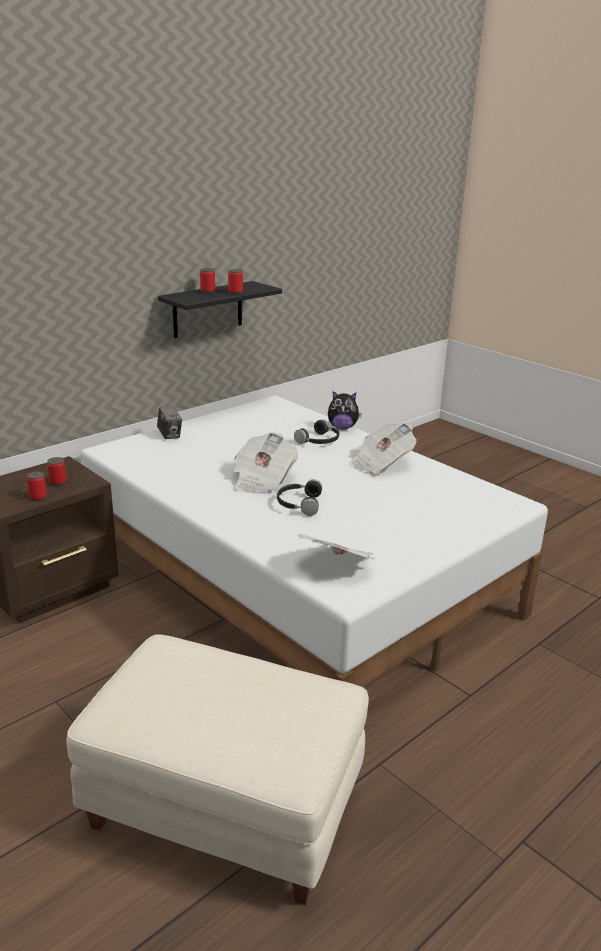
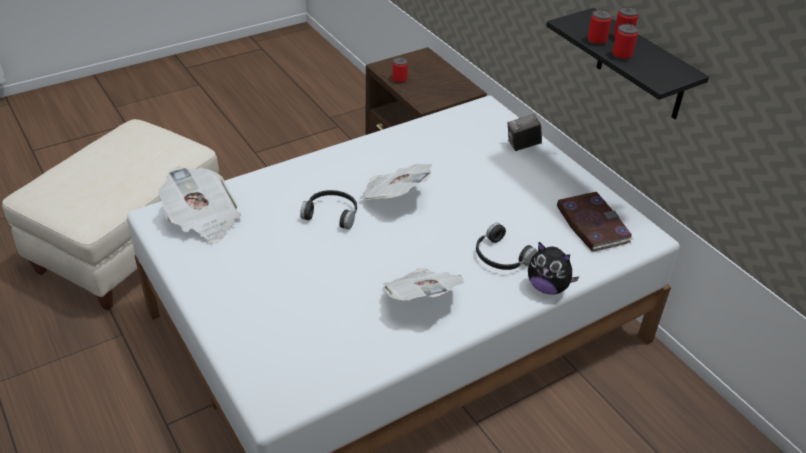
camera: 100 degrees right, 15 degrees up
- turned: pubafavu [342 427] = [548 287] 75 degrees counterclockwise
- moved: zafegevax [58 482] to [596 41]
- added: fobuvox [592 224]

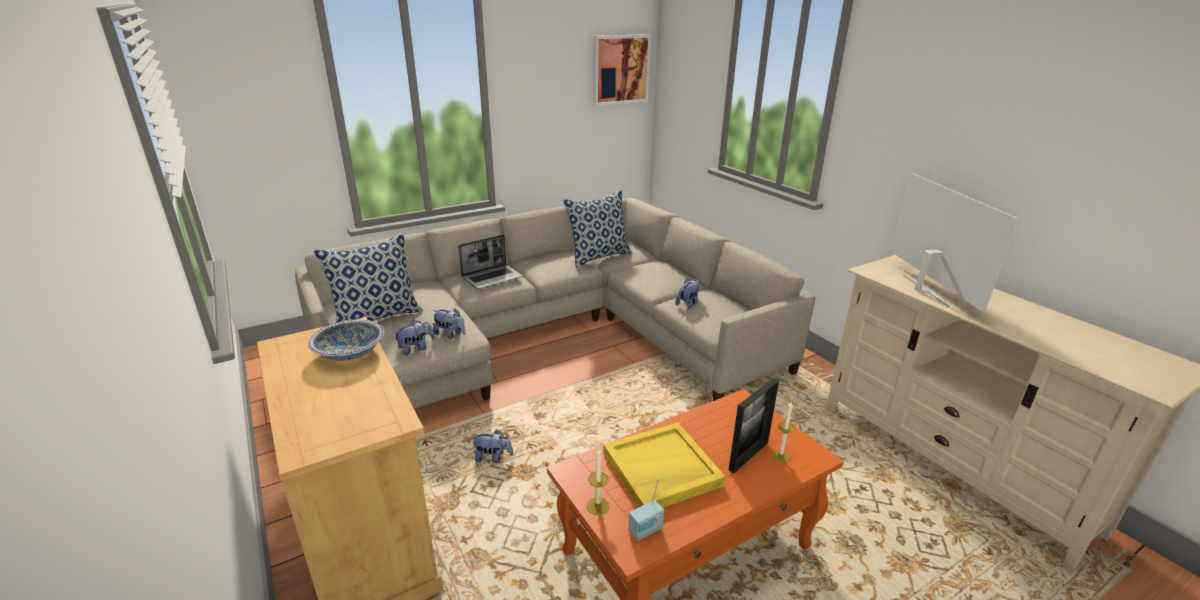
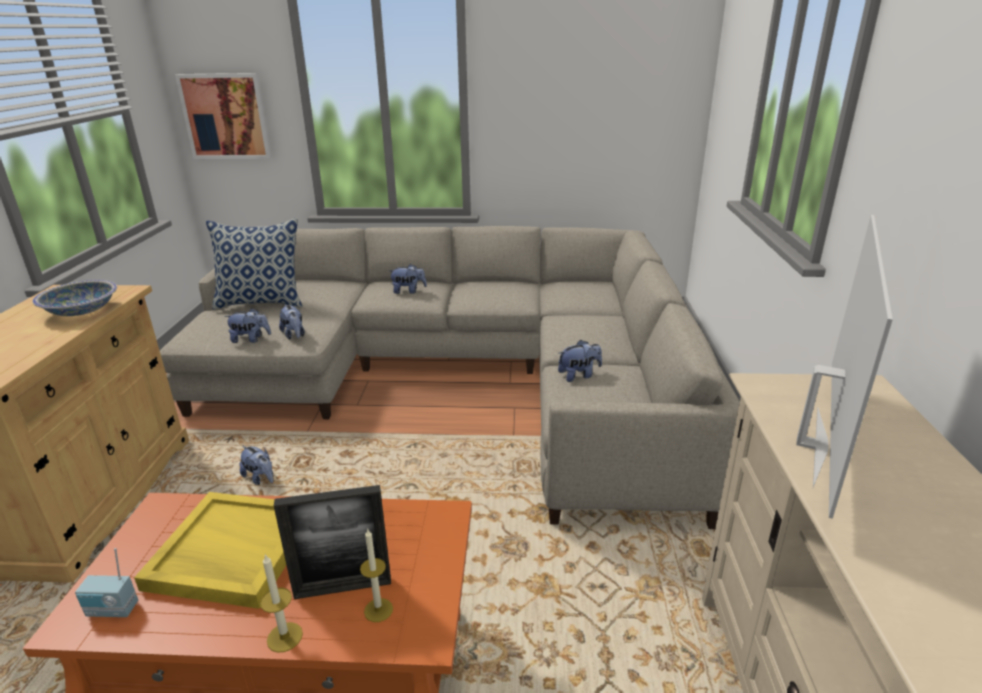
camera: 35 degrees right, 0 degrees up
- moved: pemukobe [620 69] to [226 116]
- removed: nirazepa [599 257]
- replaced: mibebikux [492 278] to pubafavu [408 291]
- moved: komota [598 506] to [284 637]

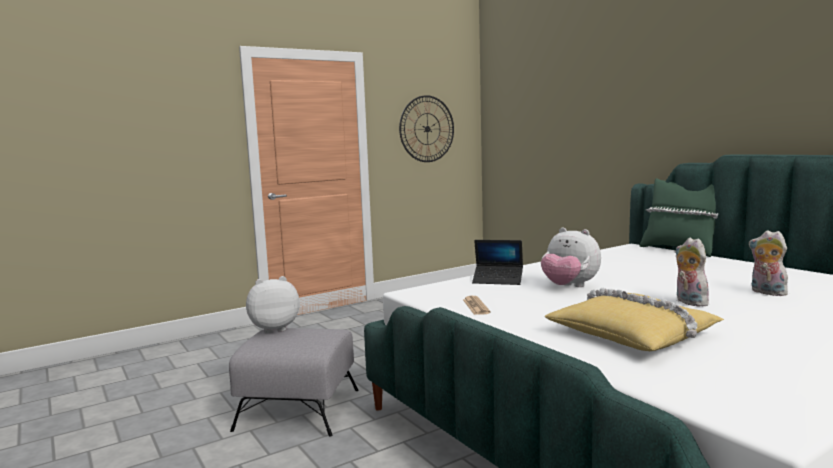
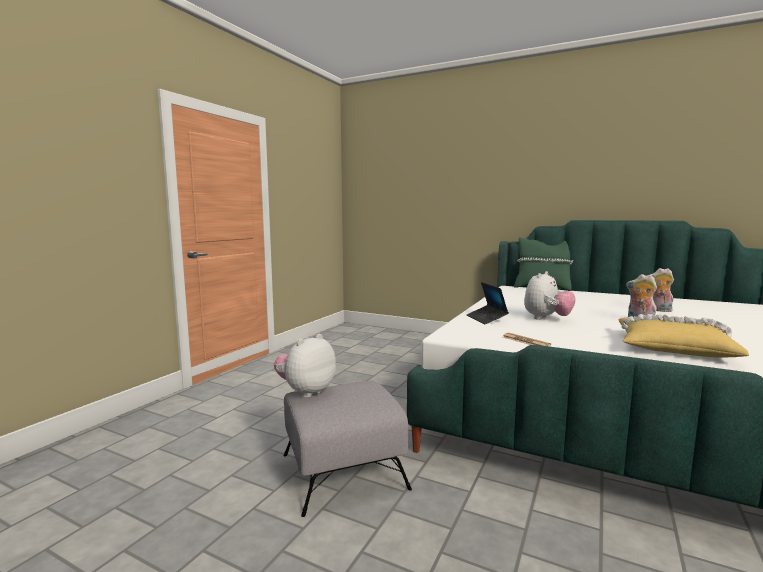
camera: 30 degrees left, 0 degrees up
- removed: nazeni [427 129]
- turned: pubafavu [569 287] = [546 318] 60 degrees counterclockwise
- turned: mibebikux [498 280] = [486 319] 90 degrees clockwise

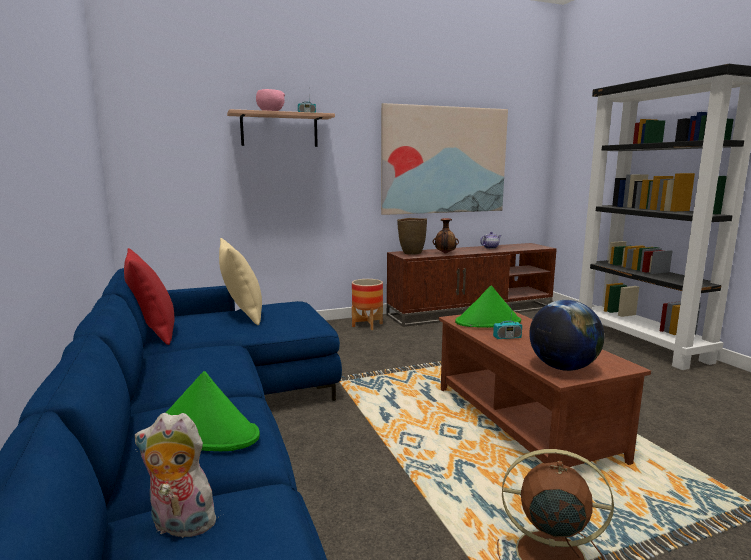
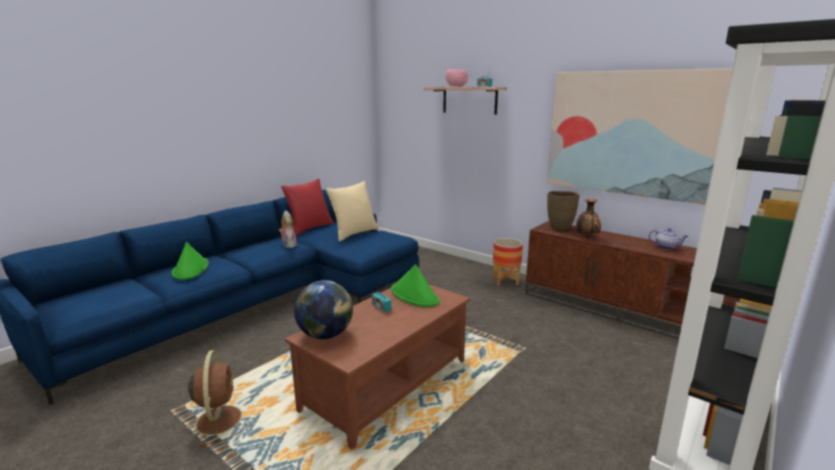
camera: 60 degrees right, 5 degrees up
- moved: pubafavu [179 526] to [288 245]

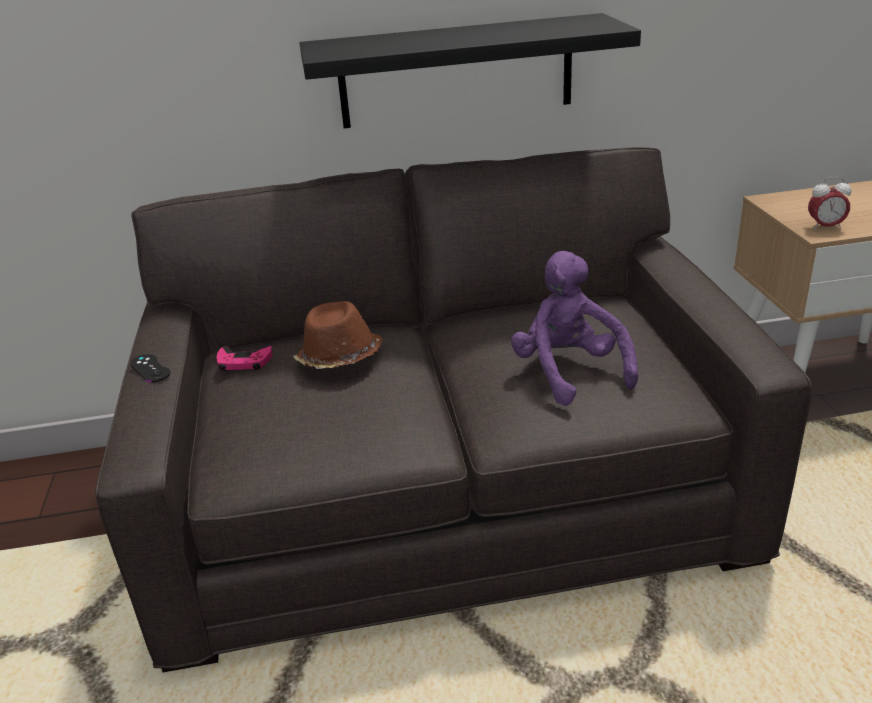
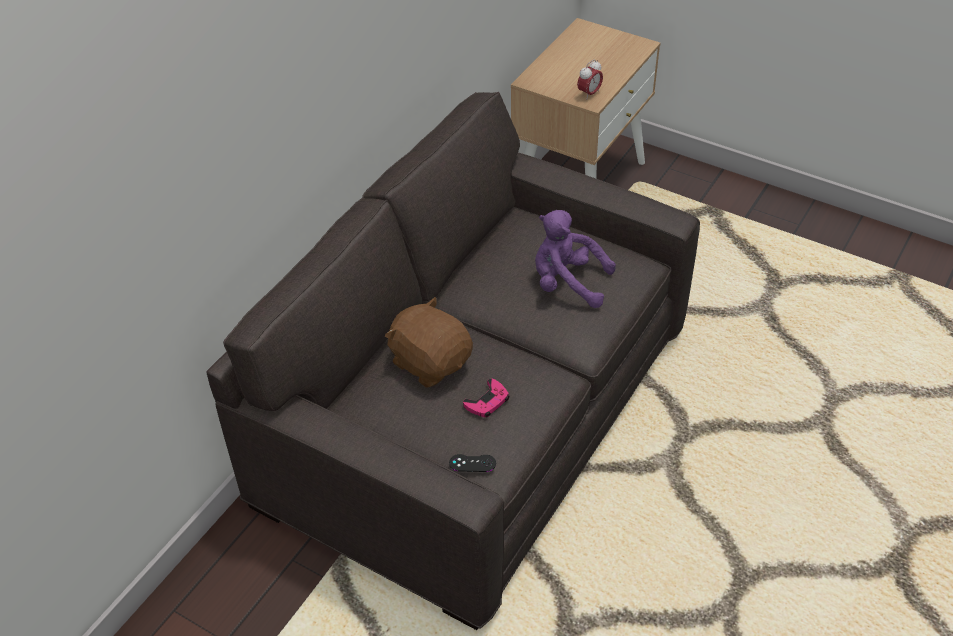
camera: 50 degrees left, 15 degrees up
- removed: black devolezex [456 72]
- replaced: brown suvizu [339 359] to brown pubafavu [430 362]
- moved: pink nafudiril [244 362] to [487 402]
- moved: black nafudiril [150 368] to [472 463]

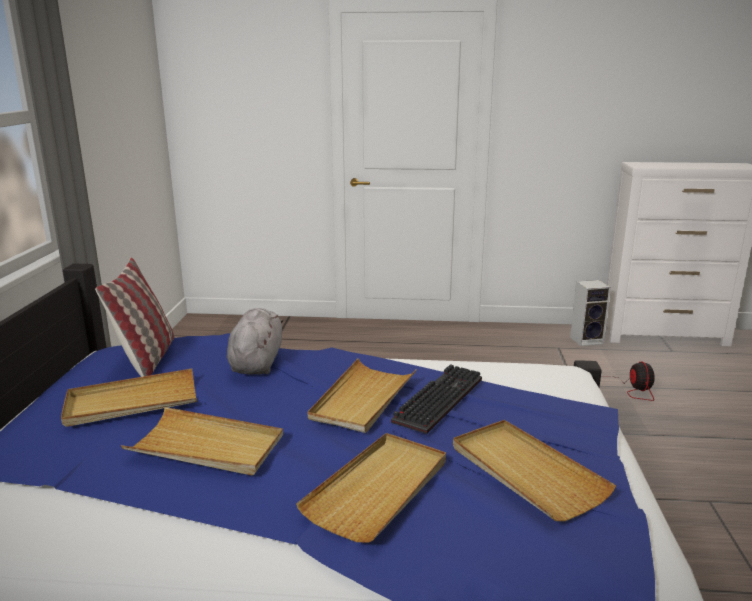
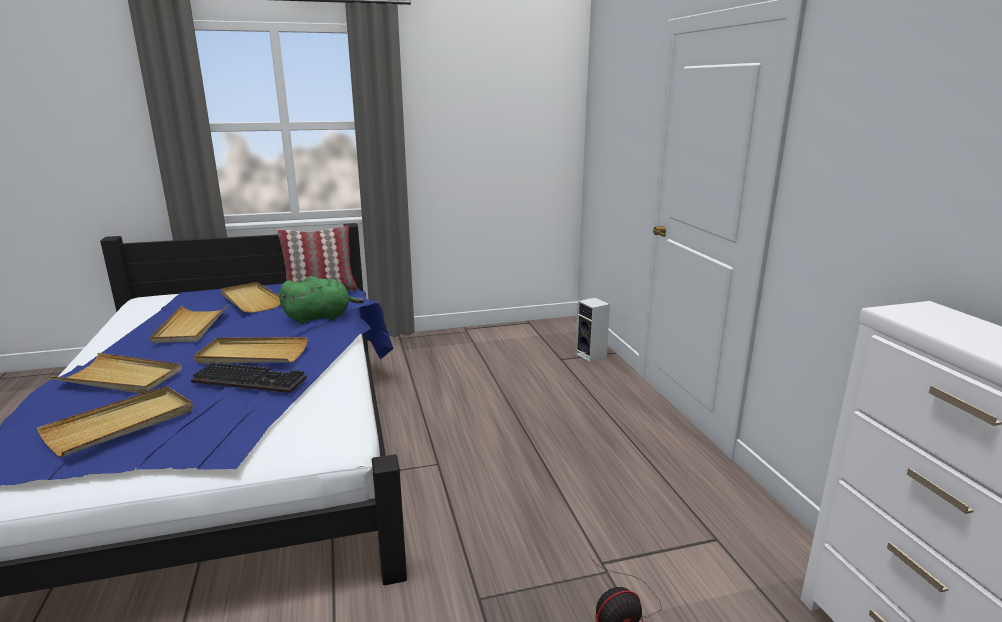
camera: 70 degrees right, 0 degrees up
- moved: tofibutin [587 340] to [592 356]
- recoloured: grey pubafavu [257 362] to green pubafavu [321 317]

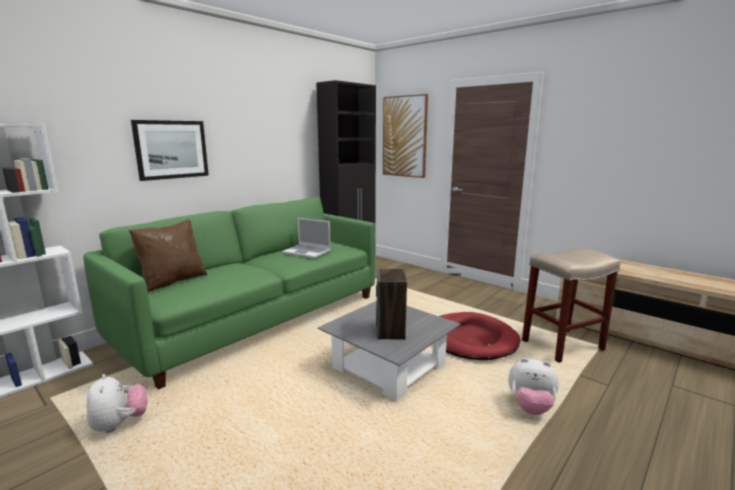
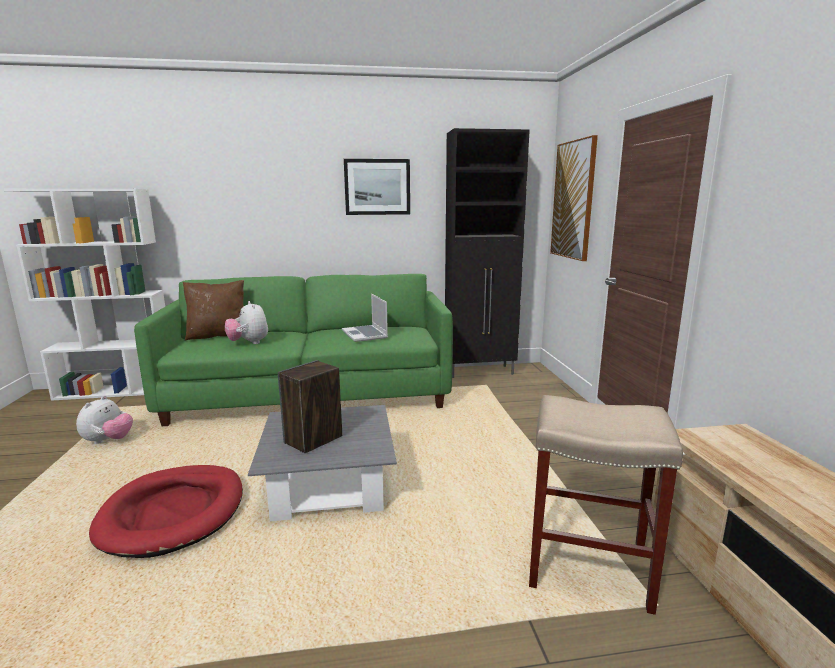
camera: 40 degrees right, 0 degrees up
- moved: pemukobe [171 149] to [377 187]
- moved: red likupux [470 339] to [174 513]
- moved: pubafavu [530 407] to [249 343]

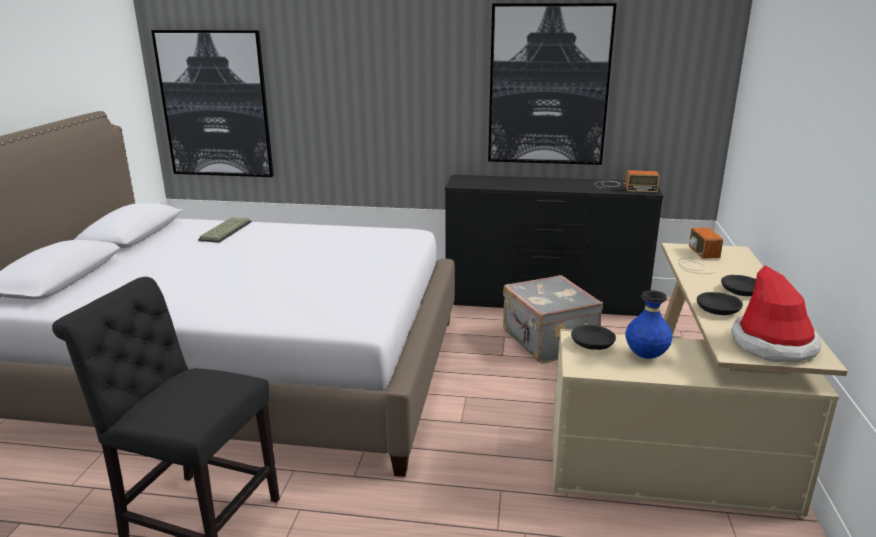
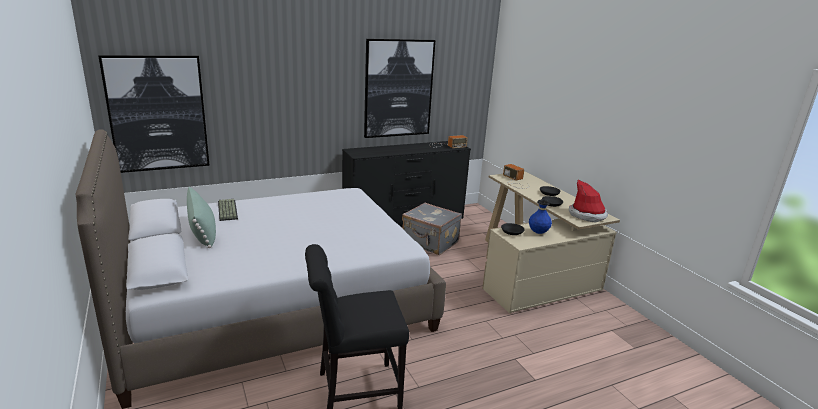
camera: 35 degrees left, 0 degrees up
- added: green nirazepa [202 231]

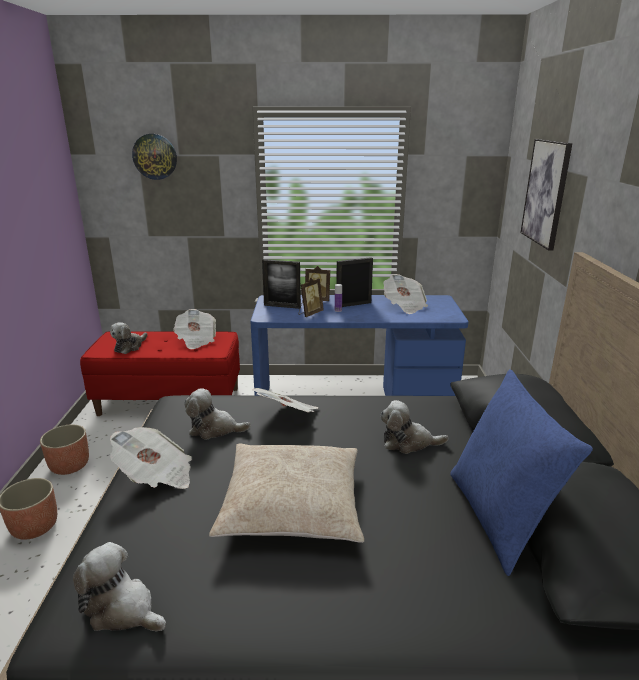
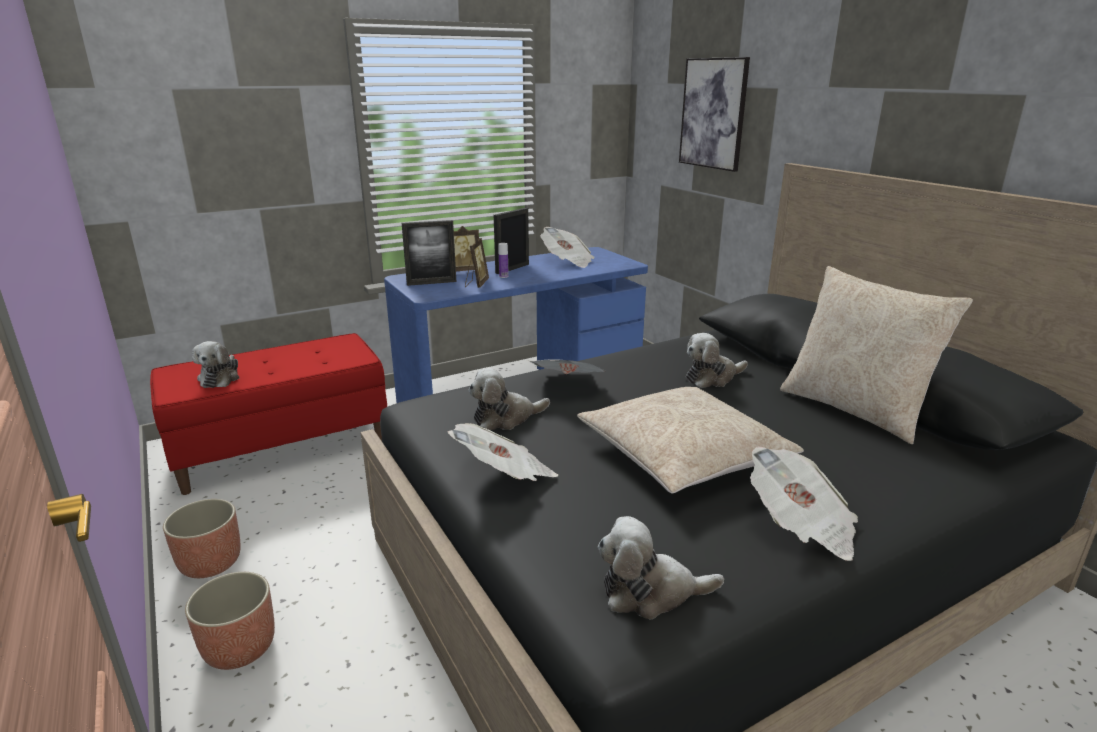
camera: 30 degrees left, 0 degrees up
- removed: nazeni [155 156]
- moved: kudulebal [196 340] to [801 526]
- recoloured: blue nirazepa [499 517] to beige nirazepa [854 409]

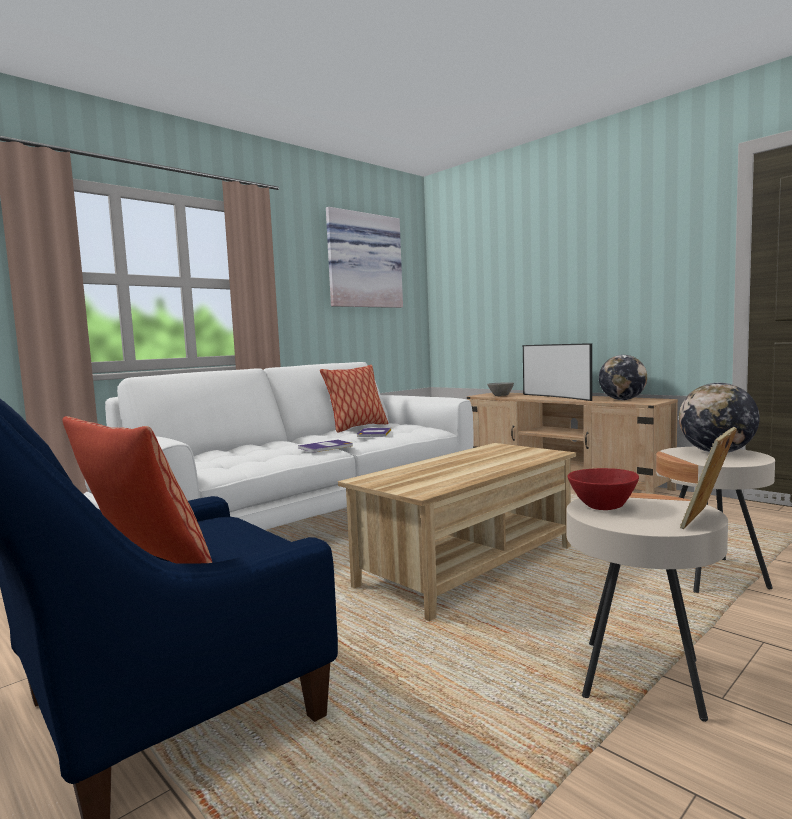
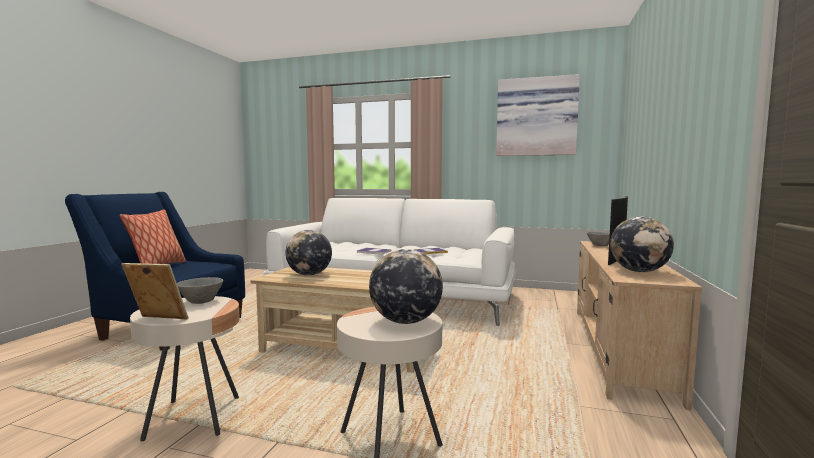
camera: 60 degrees right, 0 degrees up
- removed: nirazepa [357 427]
- recoloured: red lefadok [601 505] to grey lefadok [202 301]
- added: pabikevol [309 275]

